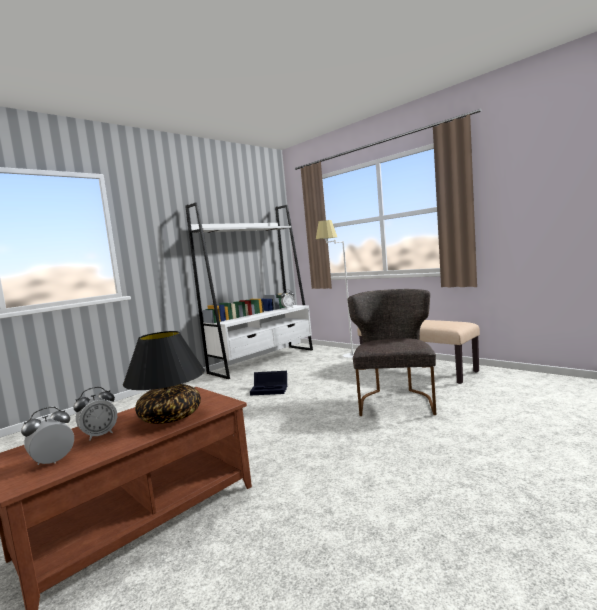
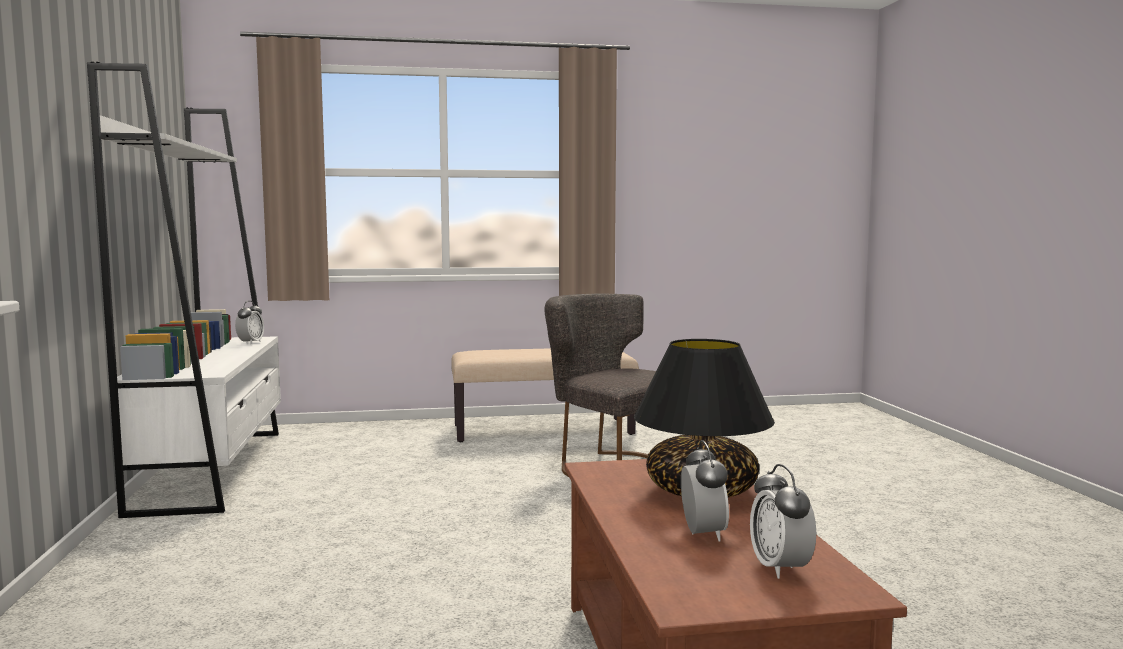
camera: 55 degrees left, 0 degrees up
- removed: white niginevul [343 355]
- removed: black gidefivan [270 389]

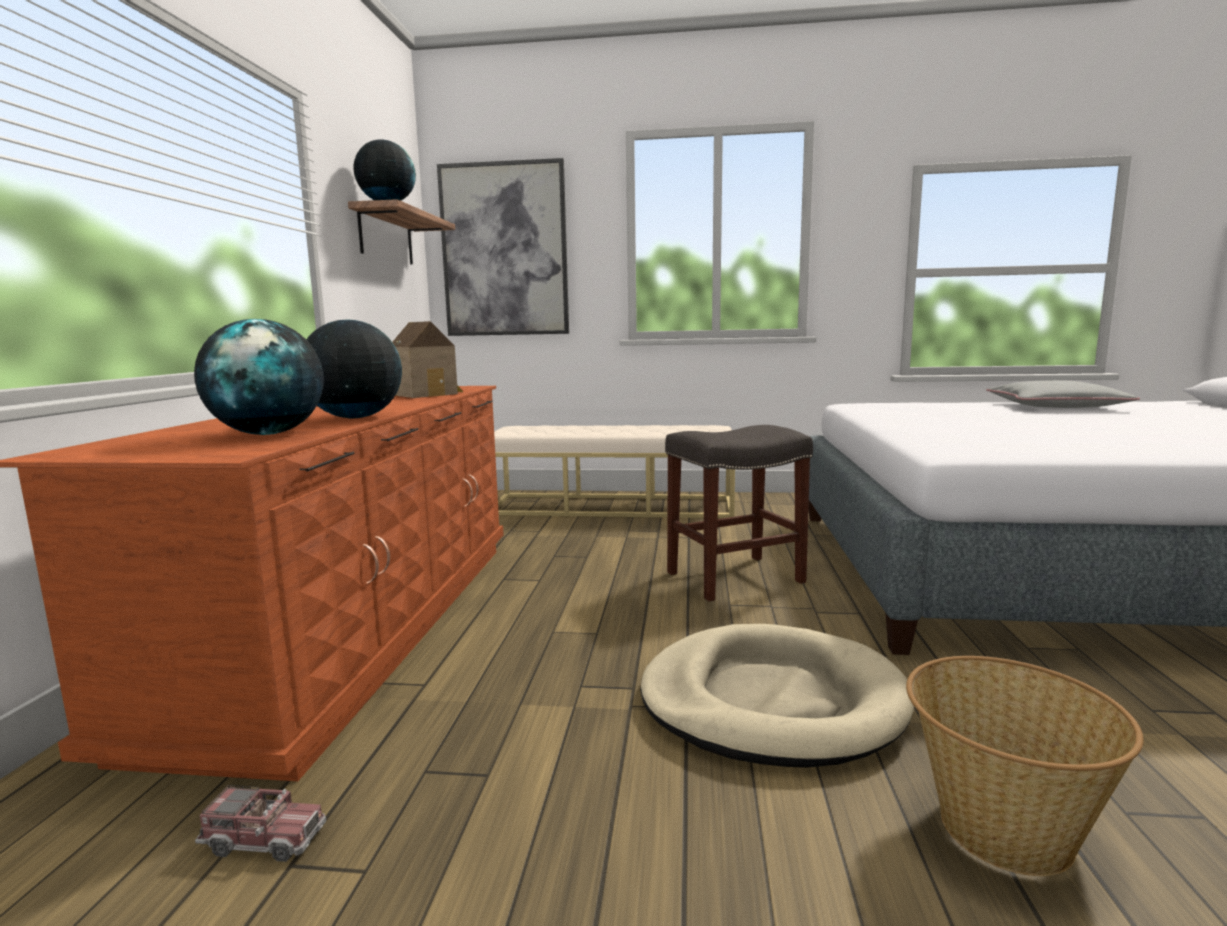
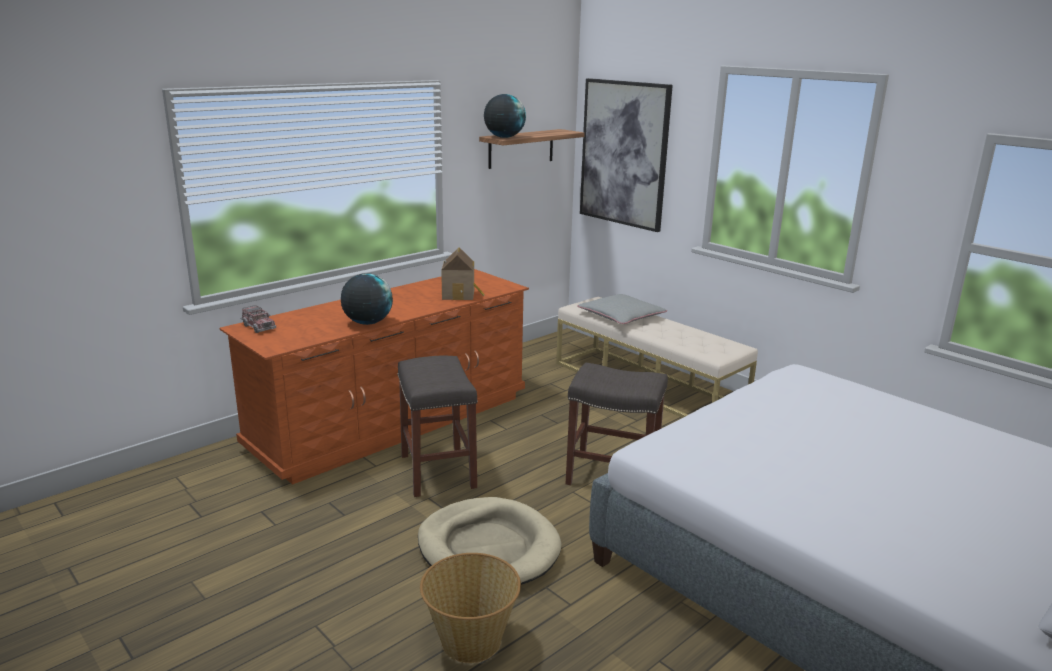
camera: 40 degrees right, 10 degrees up
- removed: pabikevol [269 434]
- moved: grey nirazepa [1055 406] to [621 316]
- moved: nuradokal [264 839] to [259 326]
- added: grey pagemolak [437 470]

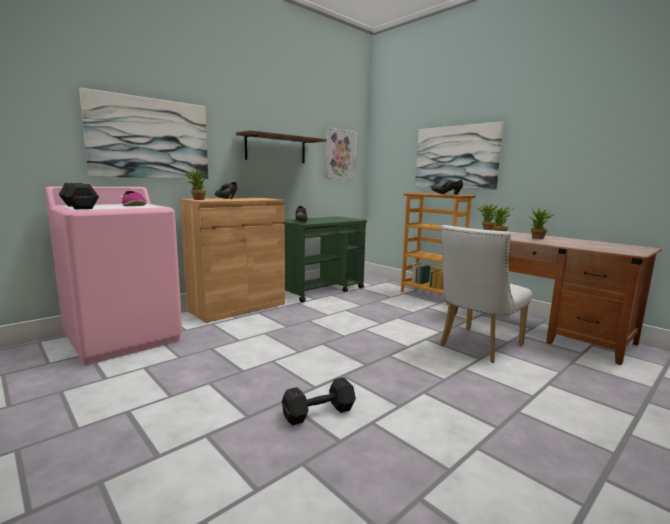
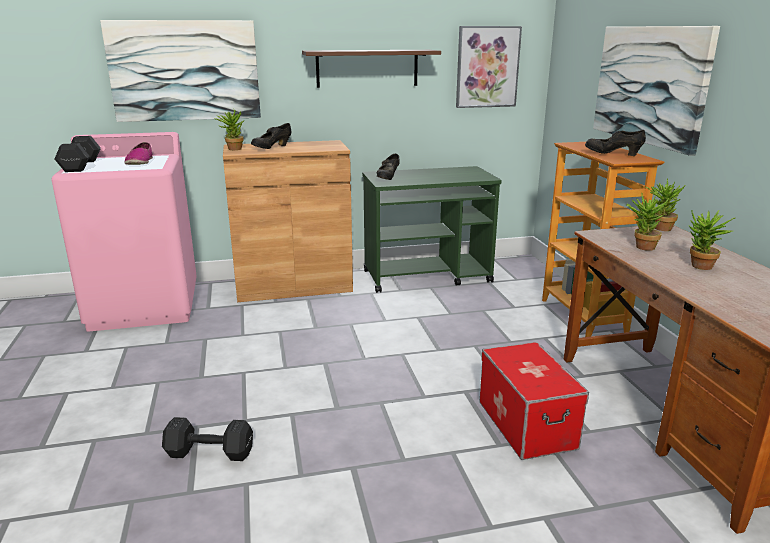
camera: 30 degrees right, 10 degrees up
- replaced: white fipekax [477 346] to gidefivan [525 424]

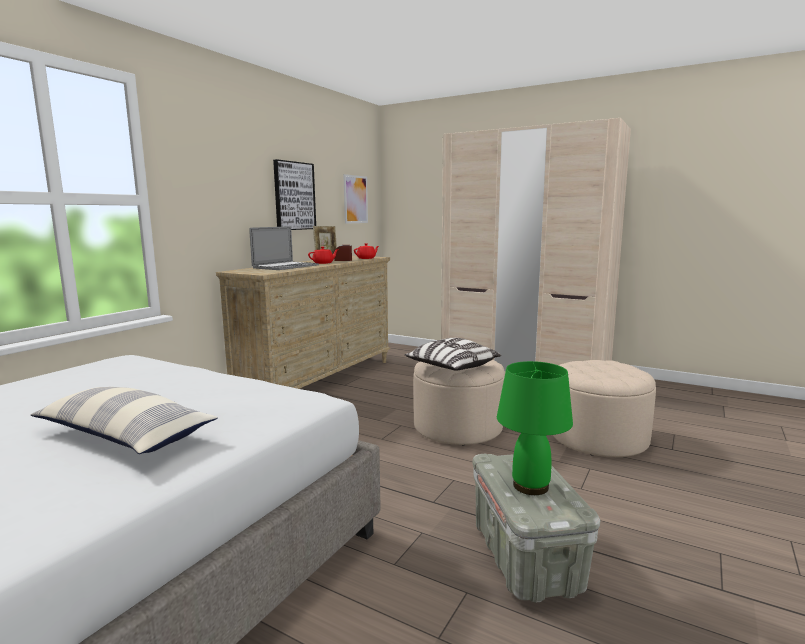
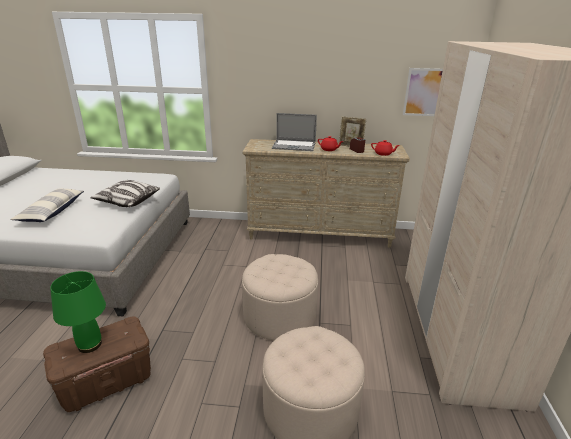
camera: 65 degrees right, 15 degrees up
- removed: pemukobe [294 196]
- moved: nirazepa [452 368] to [127 201]
- recoloured: grey gidefivan [524 556] to brown gidefivan [107 382]

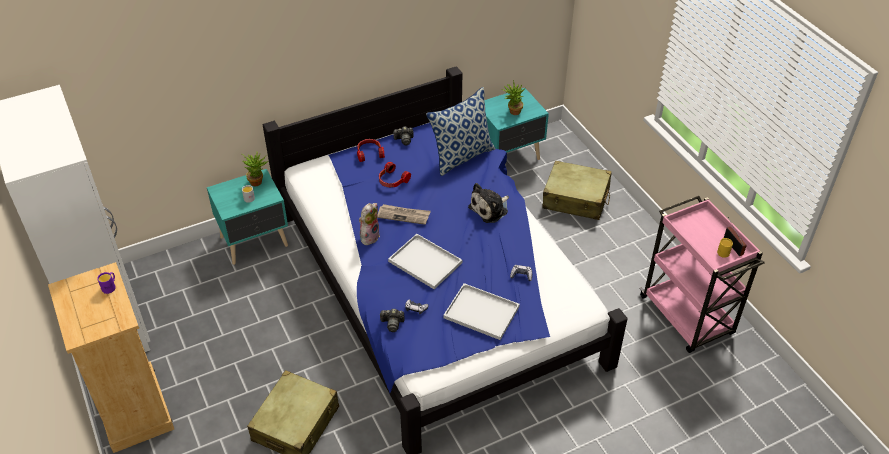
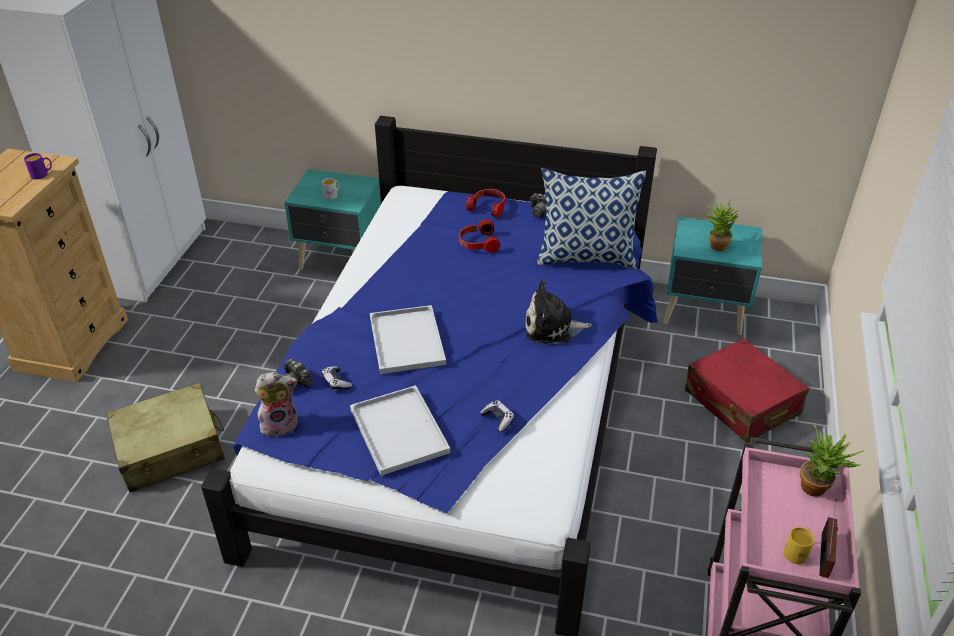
camera: 40 degrees right, 5 degrees down
- moved: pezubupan [258 181] to [818 488]
- recoloured: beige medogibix [576 199] to red medogibix [741 403]
- moved: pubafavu [369 236] to [280 424]
- removed: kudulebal [404 215]

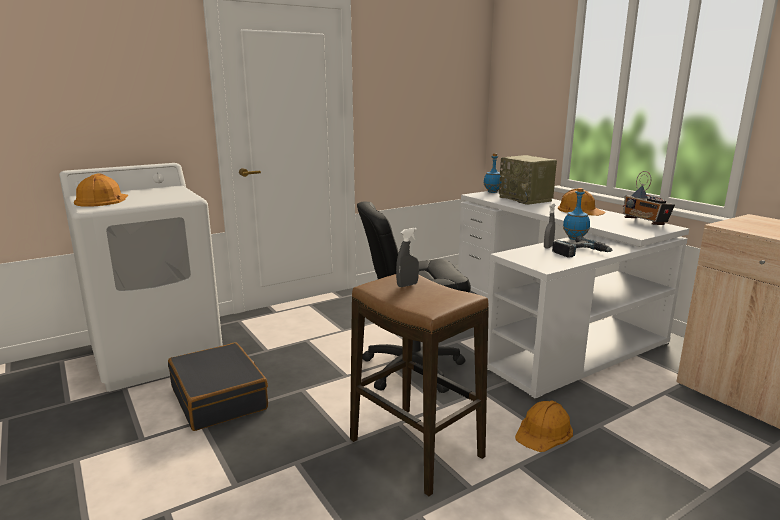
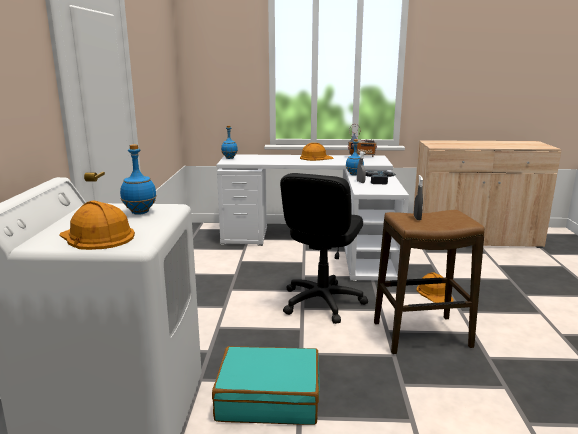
camera: 55 degrees left, 0 degrees up
- removed: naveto [526 199]
- recoloured: black medogibix [219 398] to turquoise medogibix [269 397]
- added: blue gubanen [140 212]

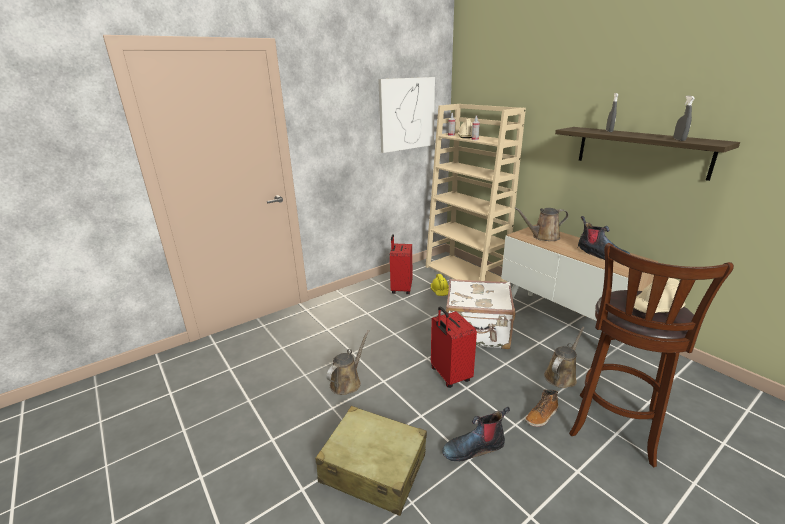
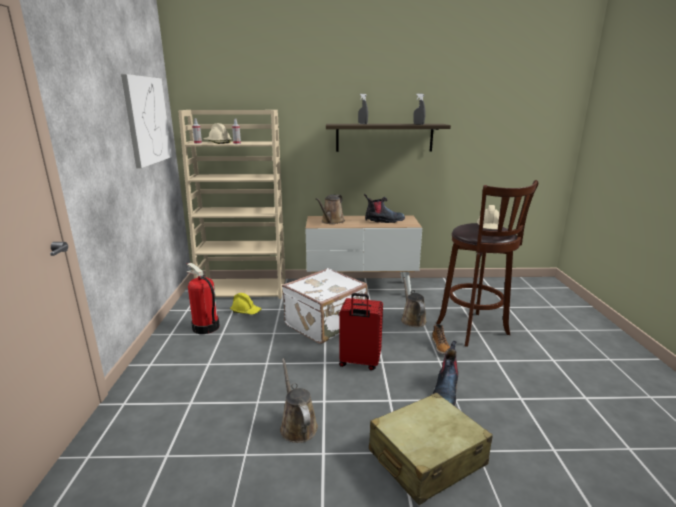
camera: 55 degrees left, 5 degrees down
- replaced: red medogibix [401 289] to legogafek [205 327]

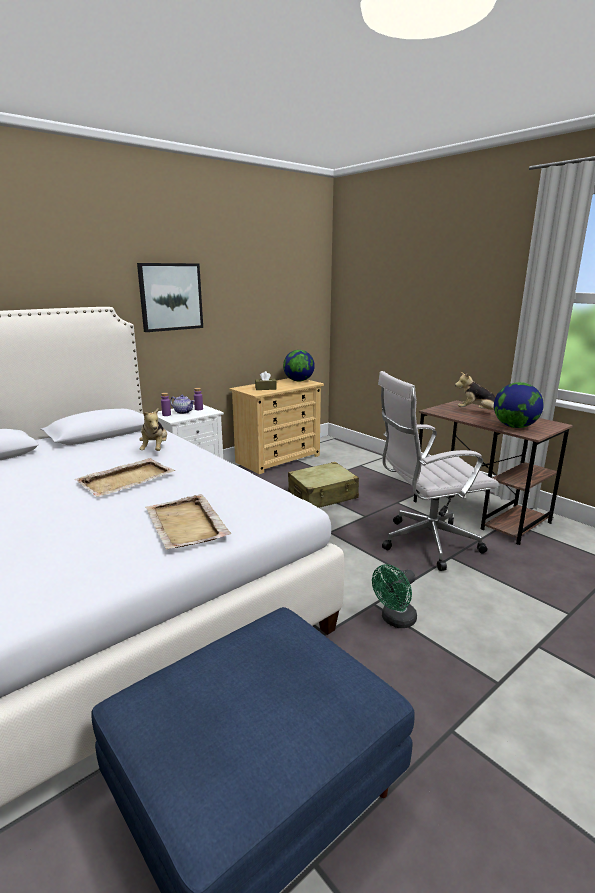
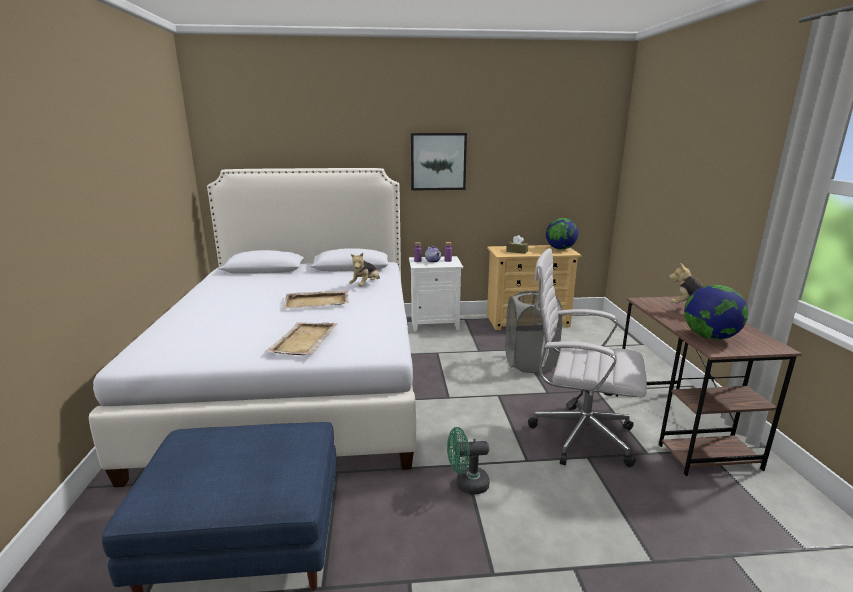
camera: 35 degrees right, 0 degrees up
- replaced: beige medogibix [323 495] to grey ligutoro [530 363]

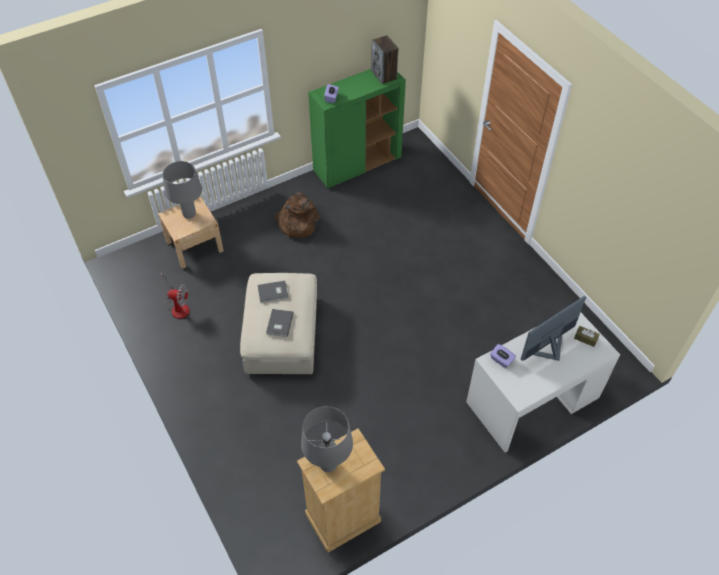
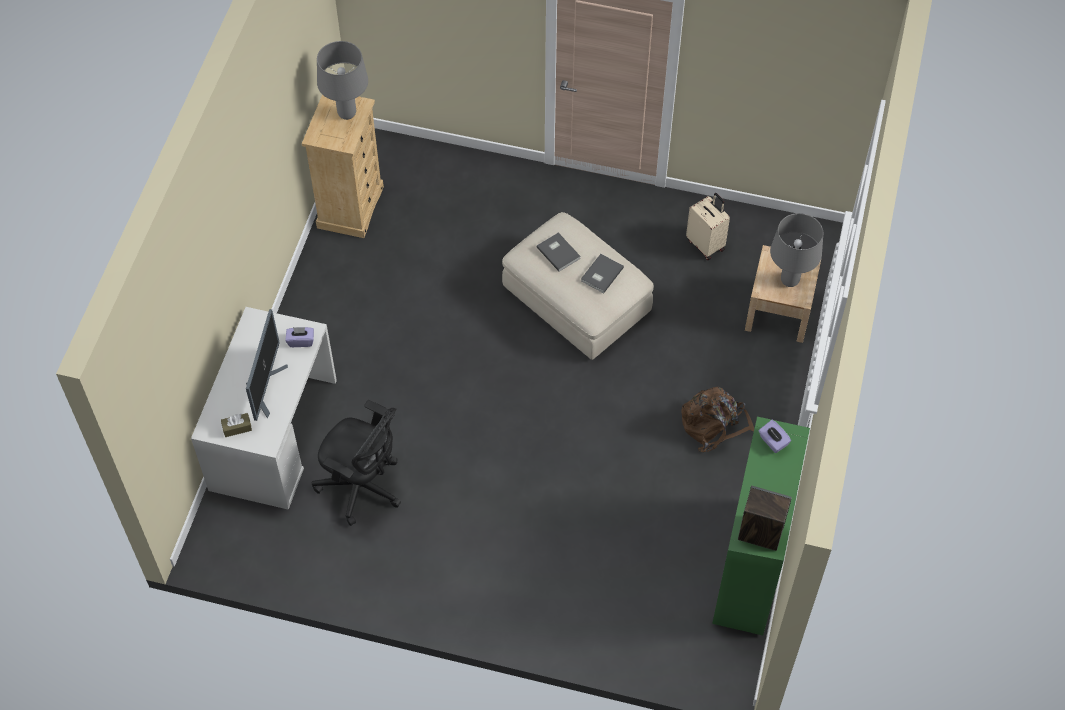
camera: 135 degrees right, 5 degrees up
- replaced: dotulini [178 306] to beige medogibix [706 244]
- added: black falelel [363 487]

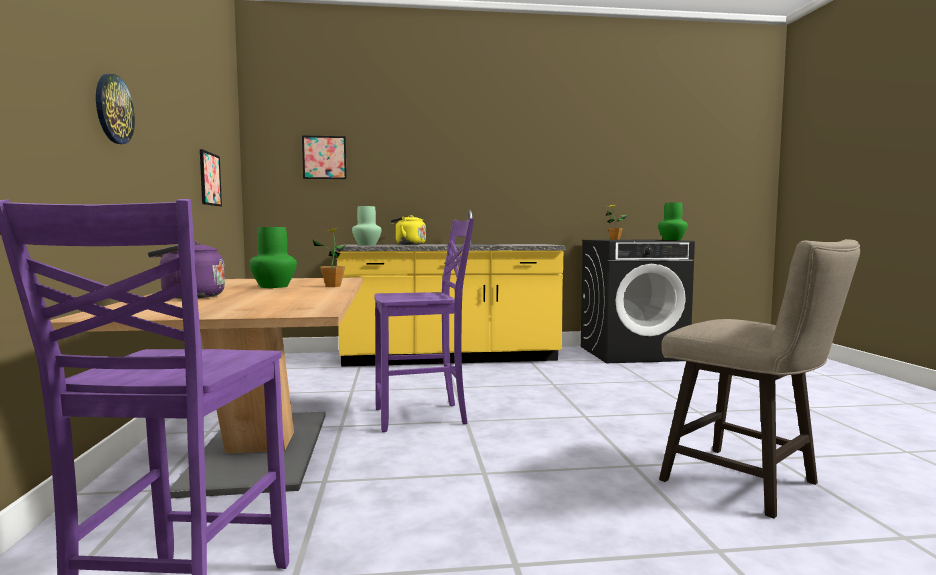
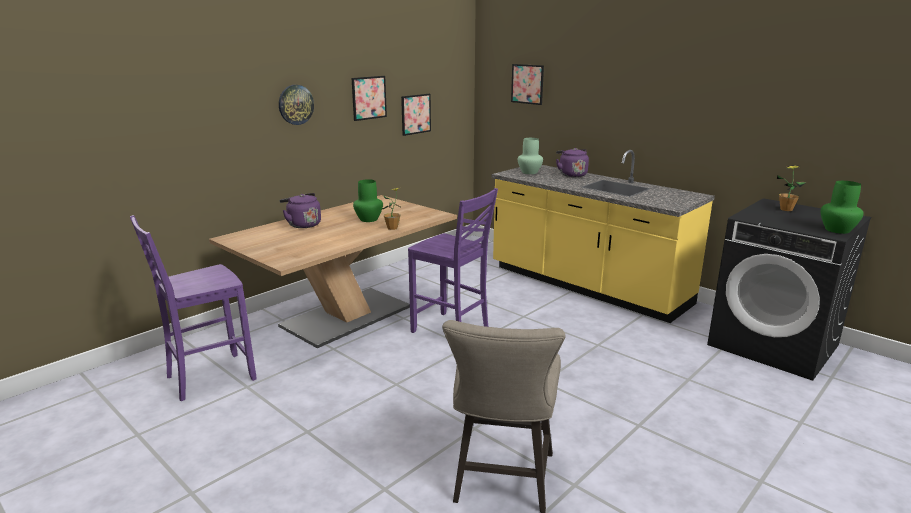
camera: 50 degrees right, 15 degrees up
- recoloured: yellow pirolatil [408 244] to purple pirolatil [571 174]
- added: pemukobe [369 98]

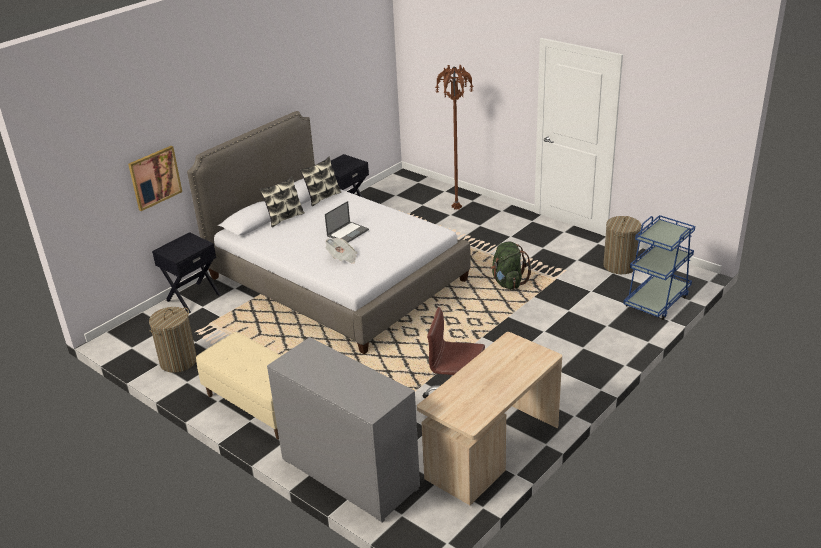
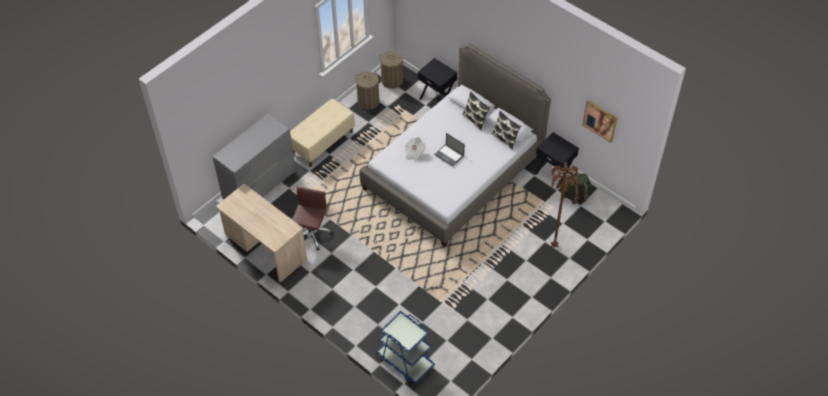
camera: 90 degrees right, 20 degrees up
- moved: pemukobe [155 177] to [600 120]
- moved: ligutoro [619 265] to [392 81]
- moved: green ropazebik [508 282] to [575 195]

